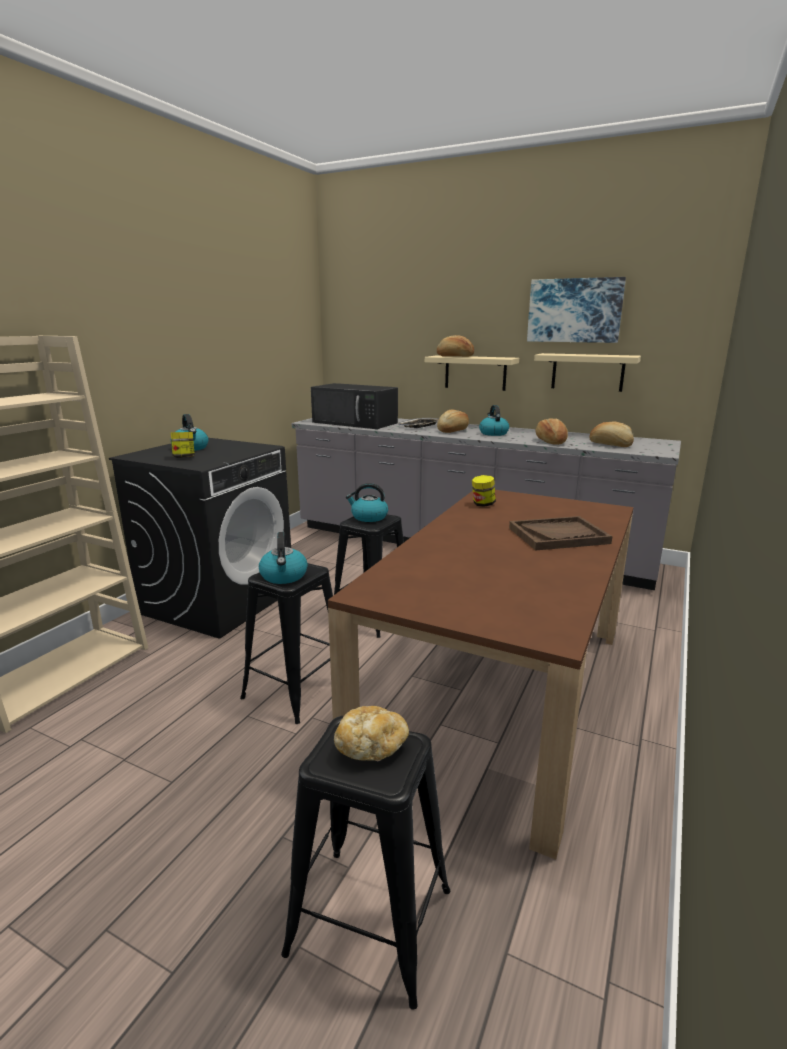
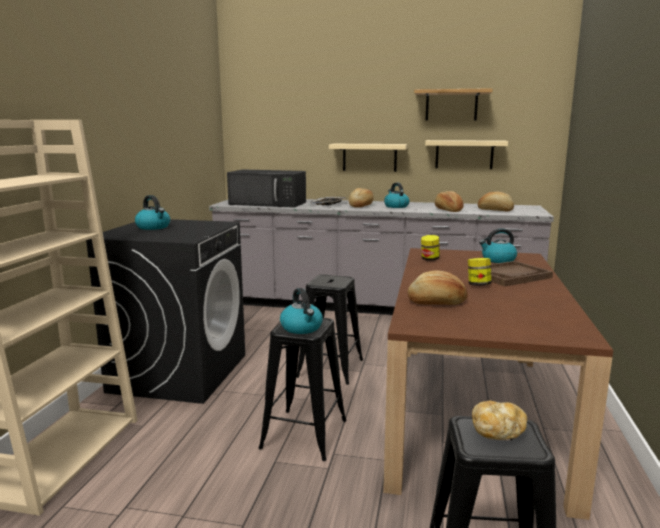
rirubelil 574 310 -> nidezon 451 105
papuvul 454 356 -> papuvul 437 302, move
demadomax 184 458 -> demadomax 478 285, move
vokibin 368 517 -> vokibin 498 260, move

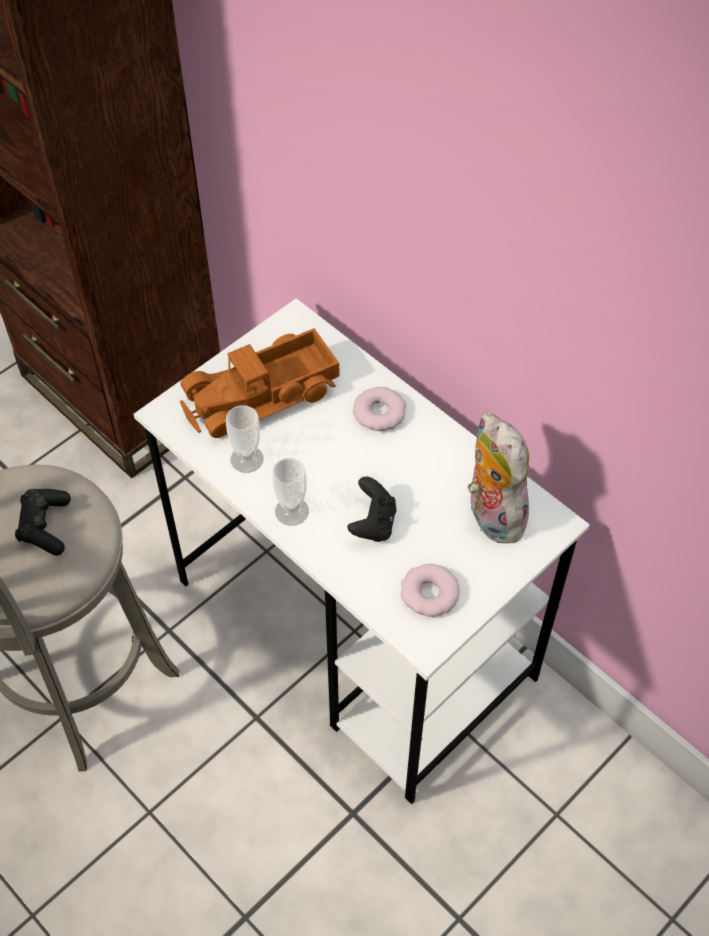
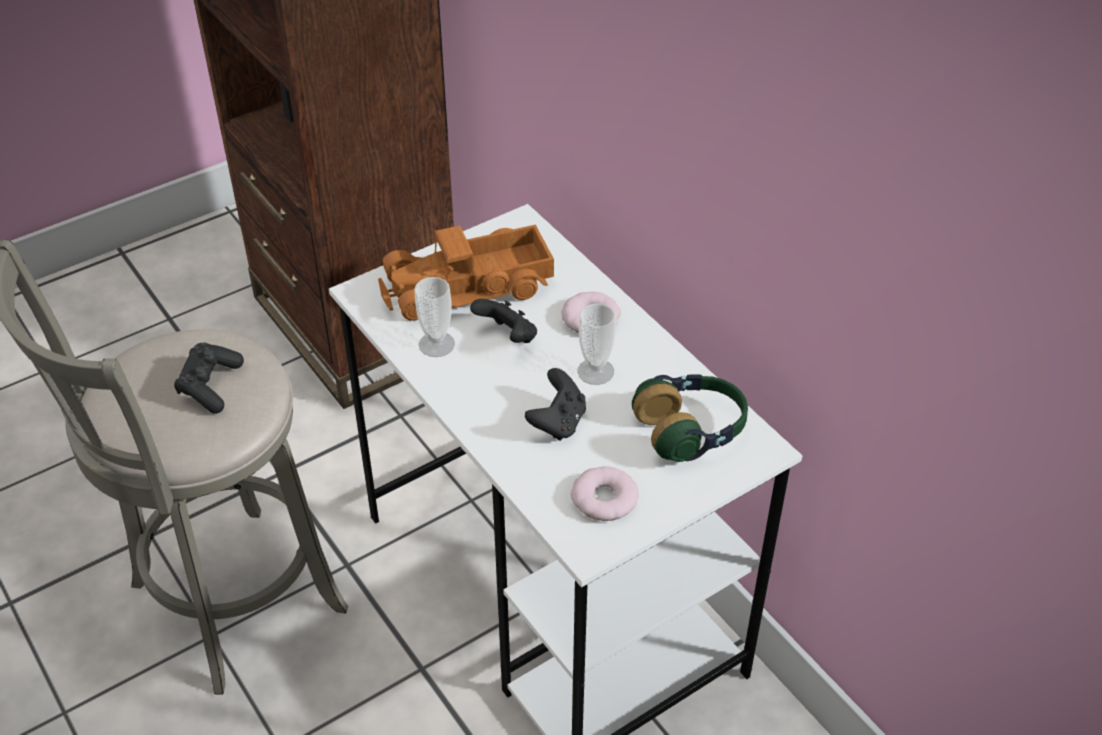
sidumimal 491 514 -> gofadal 691 430
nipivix 292 511 -> nipivix 595 371, move
none -> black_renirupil 507 337

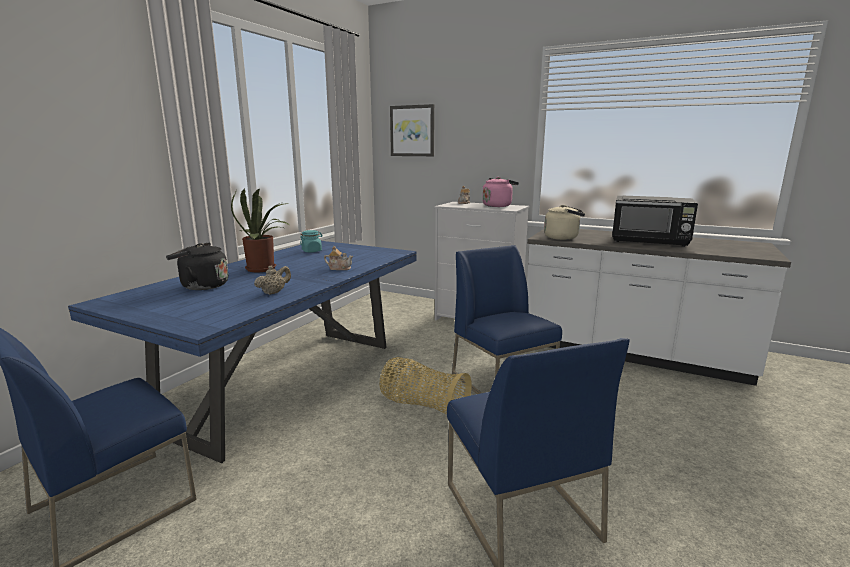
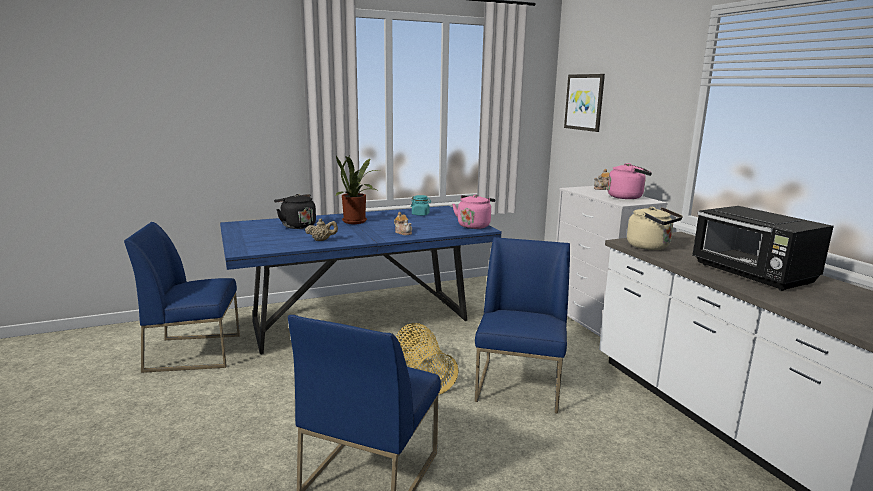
none -> pink_vokibin 474 225

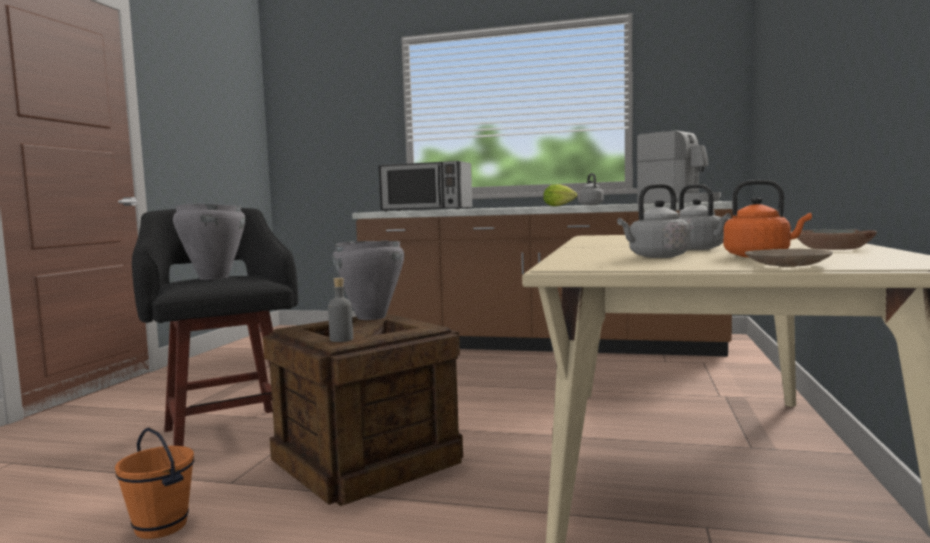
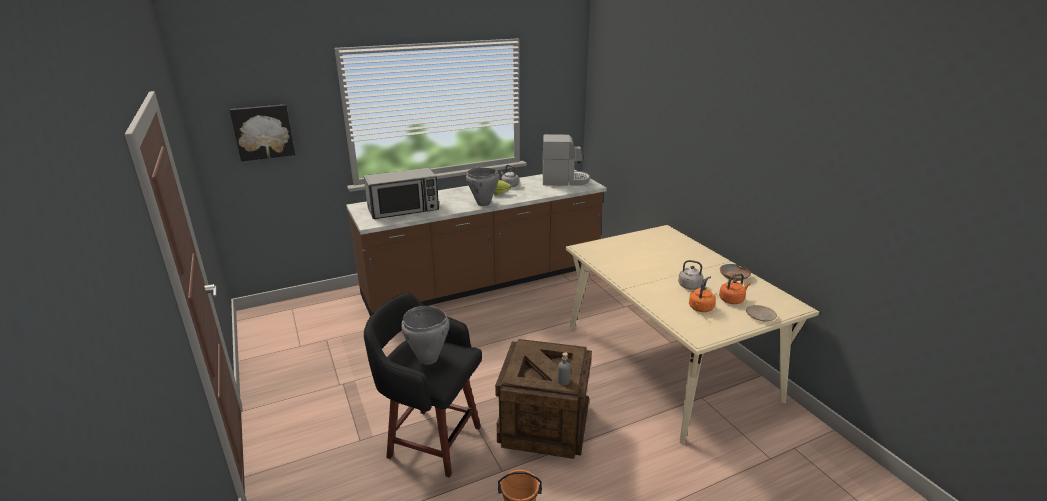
grey_vokibin 656 257 -> orange_vokibin 700 309
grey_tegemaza 371 317 -> grey_tegemaza 483 204, move
none -> rirubelil 263 132

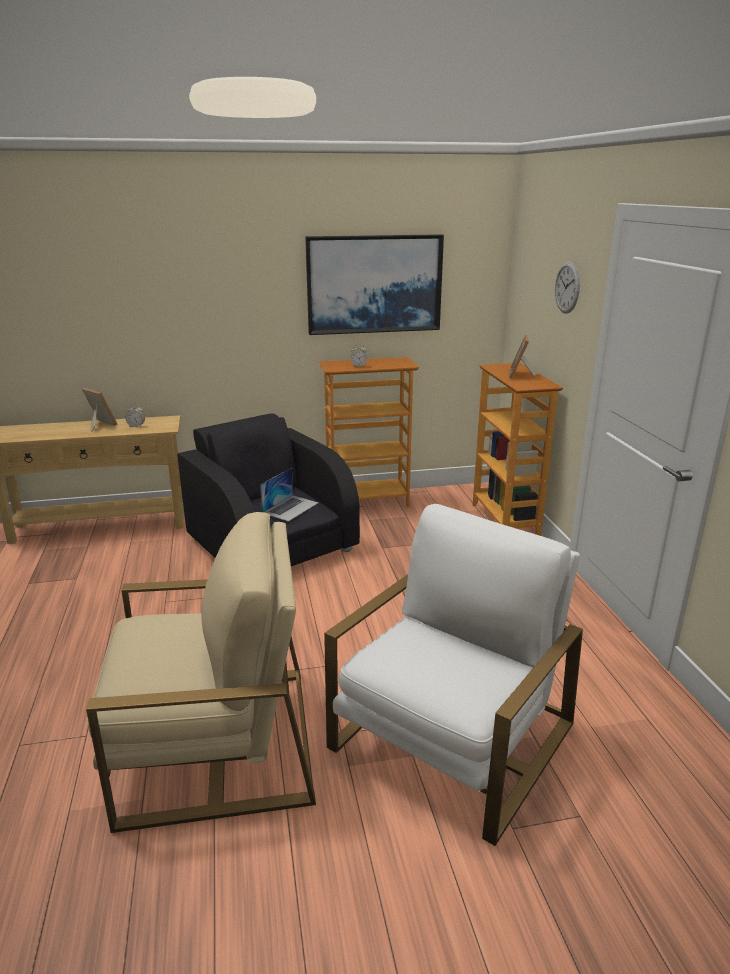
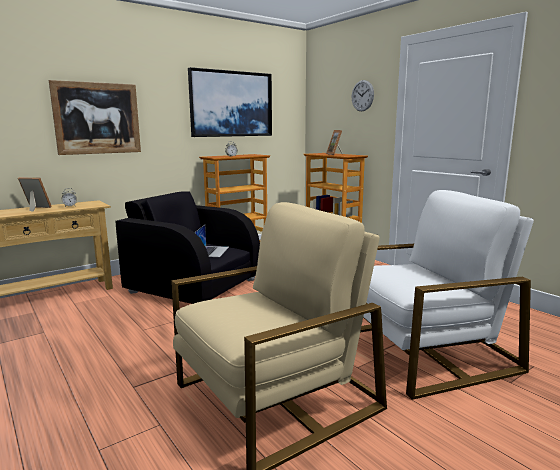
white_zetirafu 452 738 -> white_zetirafu 425 351, 60 degrees clockwise
none -> rirubelil 97 118

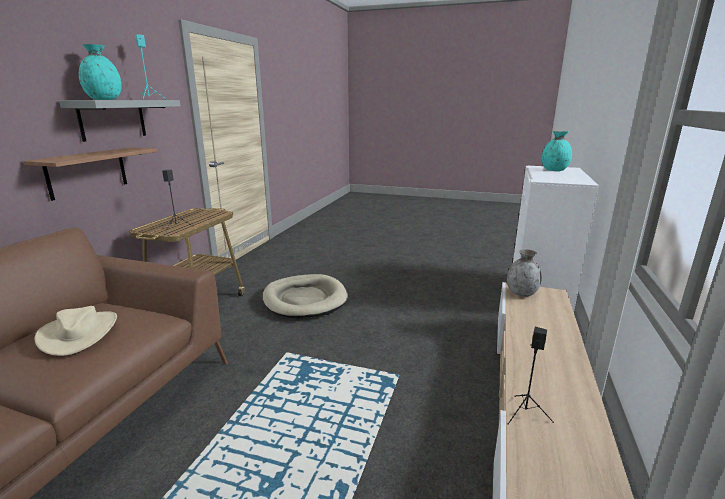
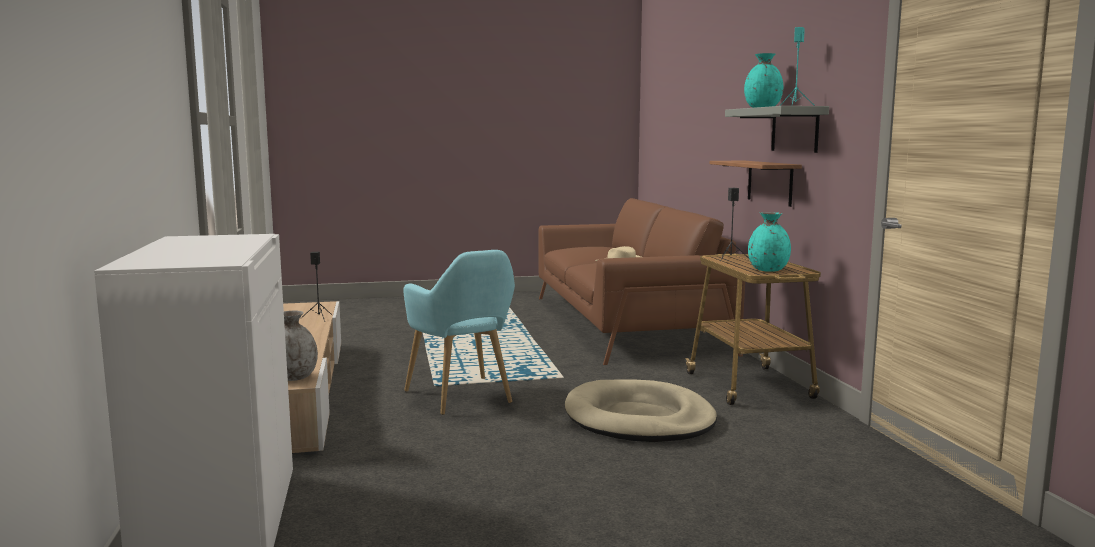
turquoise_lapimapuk 554 170 -> turquoise_lapimapuk 767 270, move
none -> turquoise_zetirafu 463 399

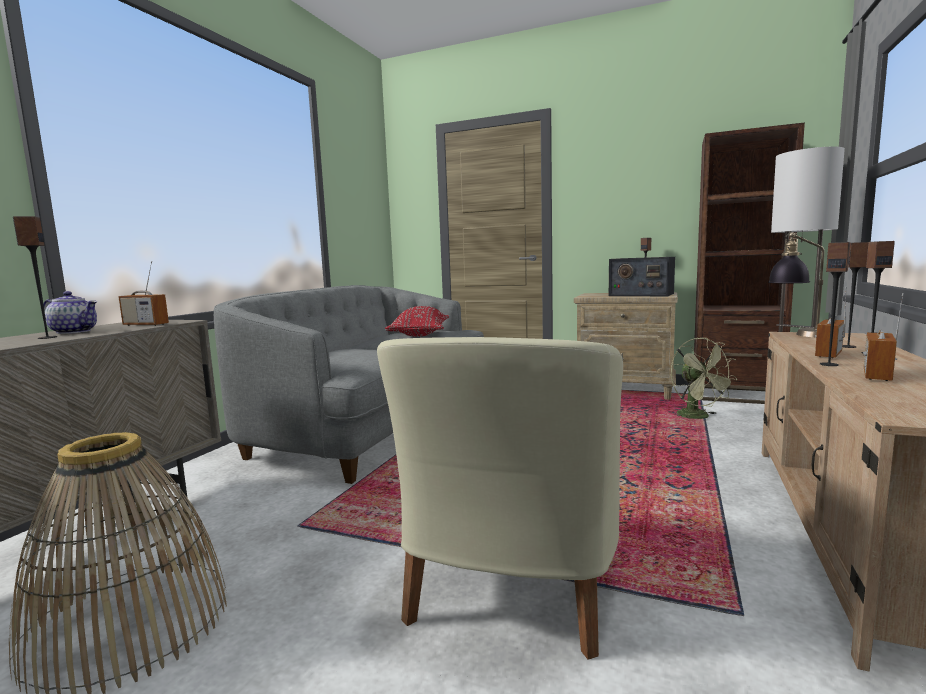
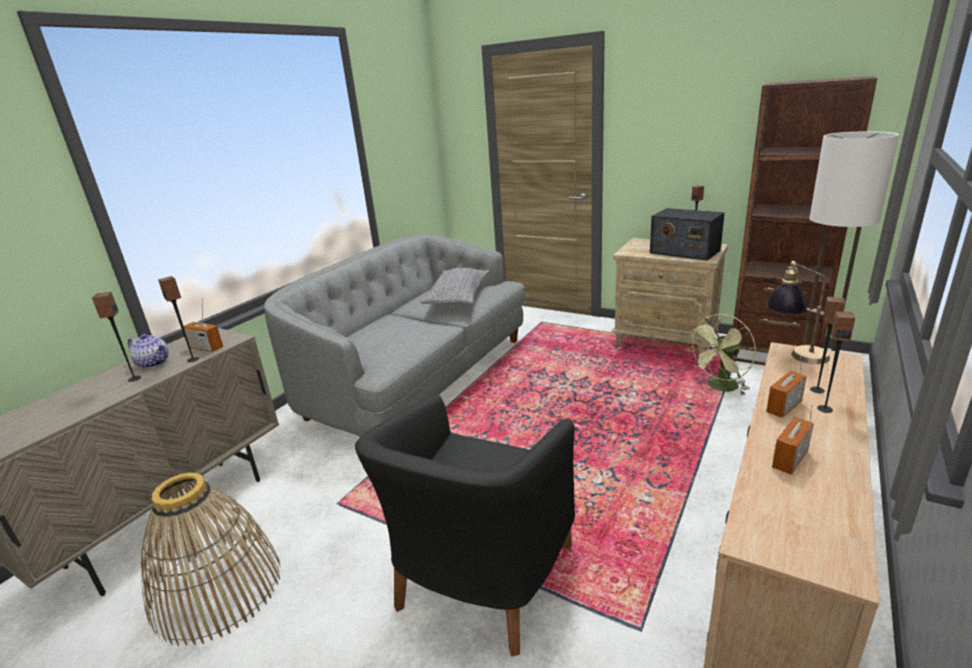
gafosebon 829 364 -> gafosebon 193 359, move
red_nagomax 420 334 -> grey_nagomax 458 297
beige_zetirafu 511 582 -> black_zetirafu 480 579
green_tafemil 698 417 -> green_tafemil 719 388, 60 degrees clockwise

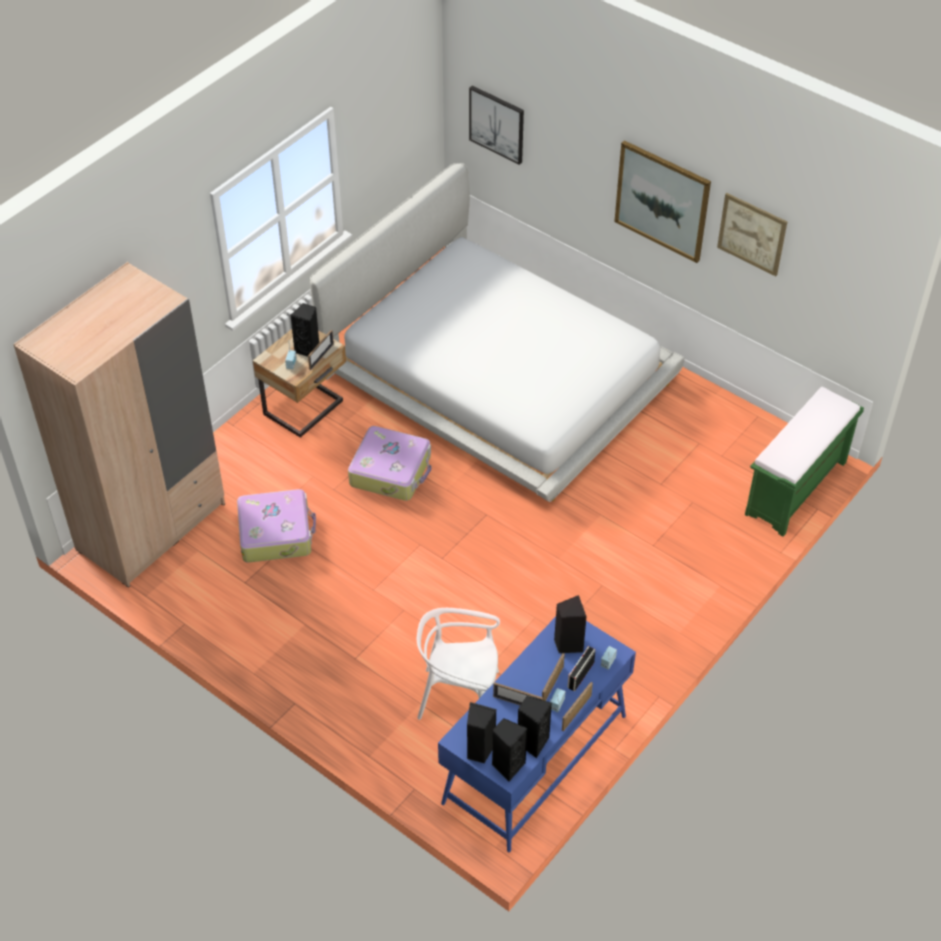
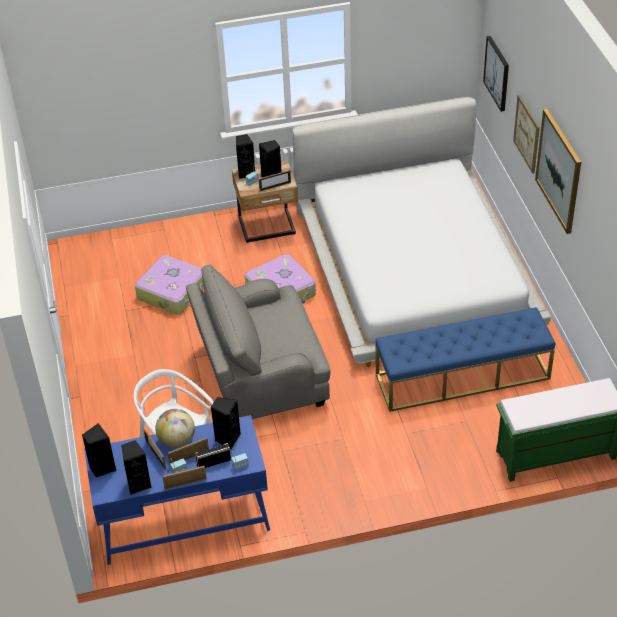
rirubelil 752 234 -> rirubelil 527 134, move
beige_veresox 151 526 -> none
black_gafosebon 507 765 -> black_gafosebon 246 173, move
none -> grey_zetirafu 260 375
none -> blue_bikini 462 376
none -> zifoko 177 440

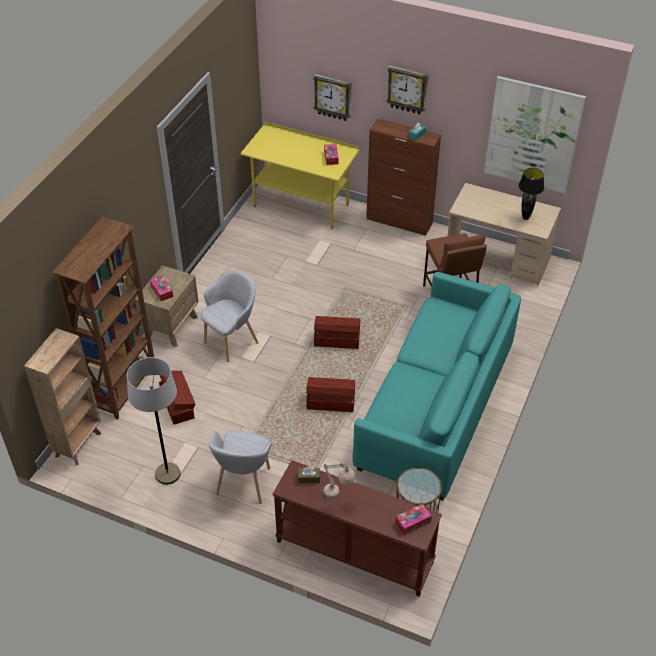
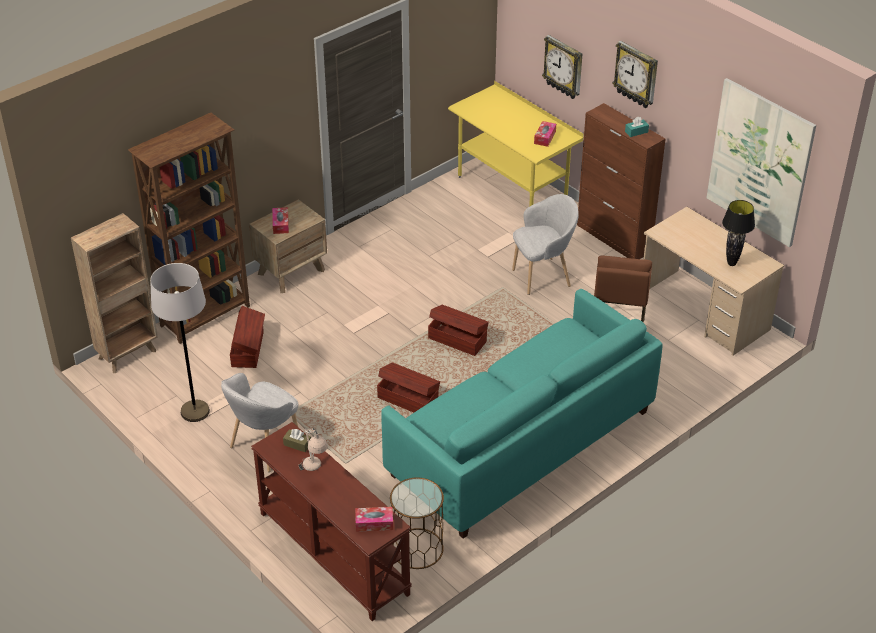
grey_zetirafu 232 341 -> grey_zetirafu 543 276, move

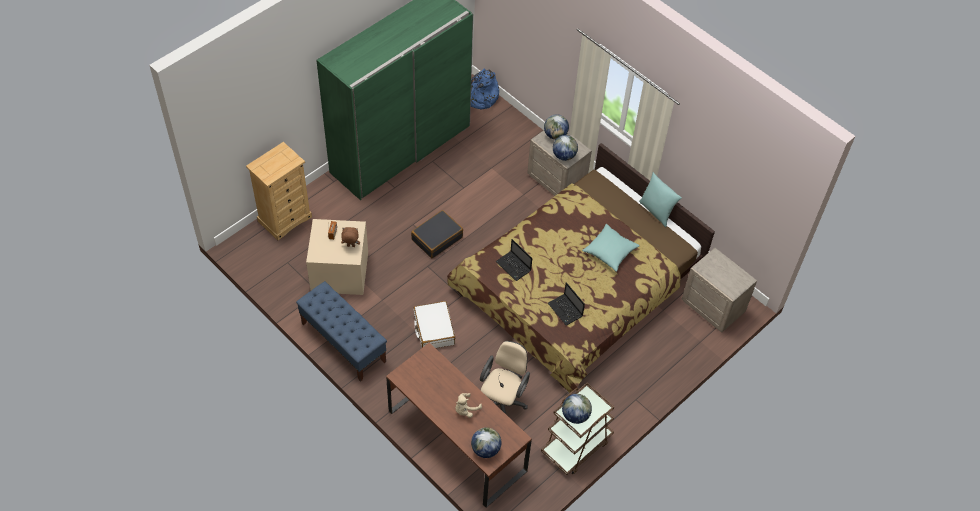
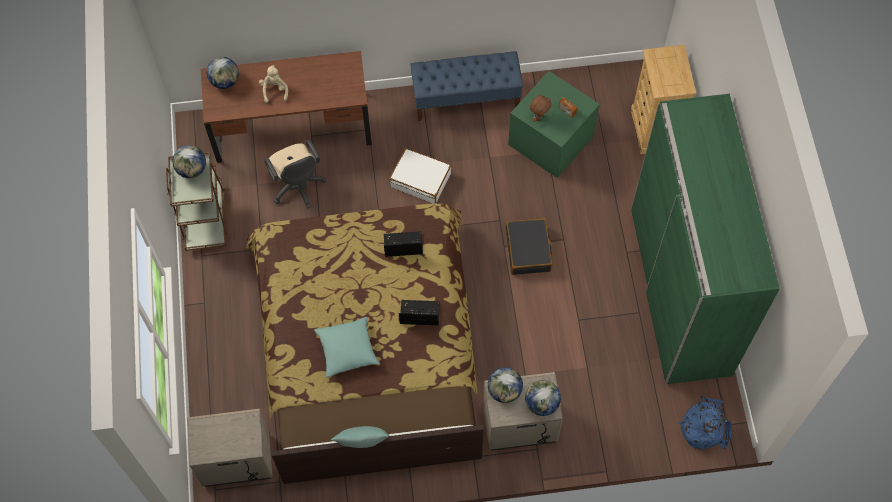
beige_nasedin 339 271 -> green_nasedin 552 140
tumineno 565 310 -> tumineno 418 314, move

